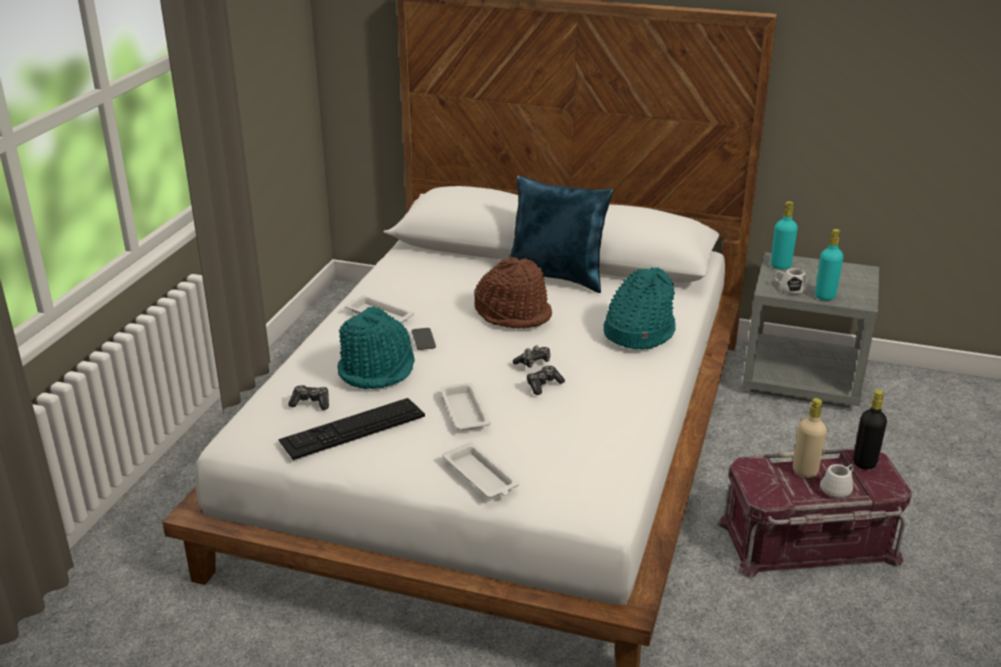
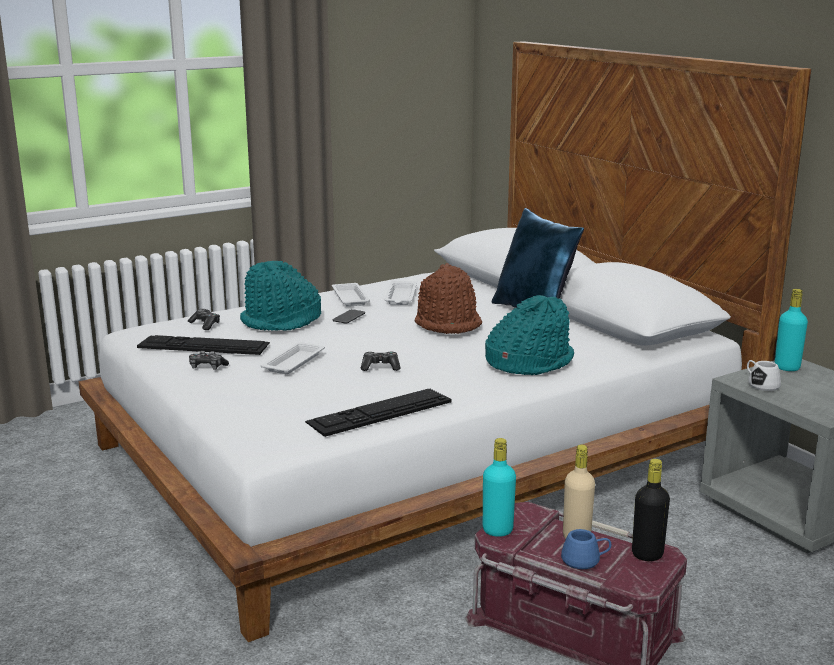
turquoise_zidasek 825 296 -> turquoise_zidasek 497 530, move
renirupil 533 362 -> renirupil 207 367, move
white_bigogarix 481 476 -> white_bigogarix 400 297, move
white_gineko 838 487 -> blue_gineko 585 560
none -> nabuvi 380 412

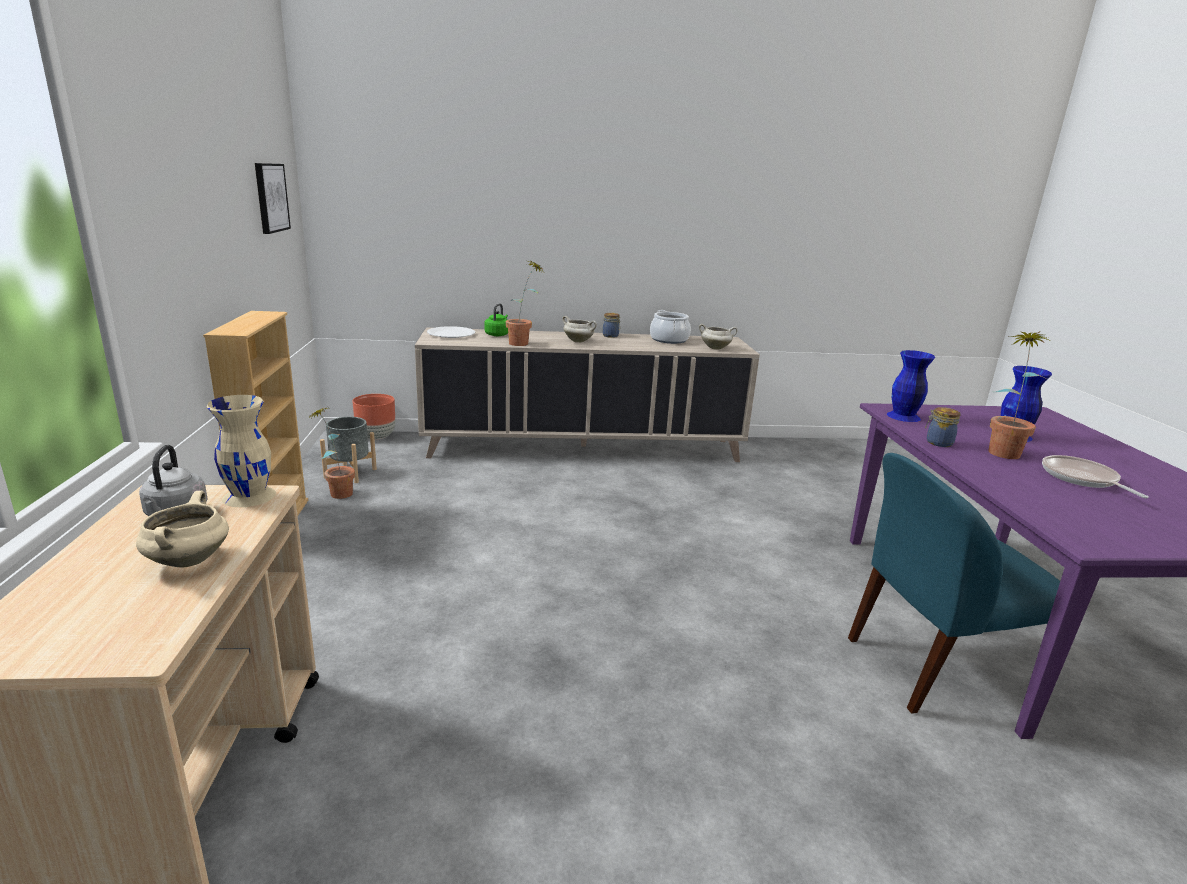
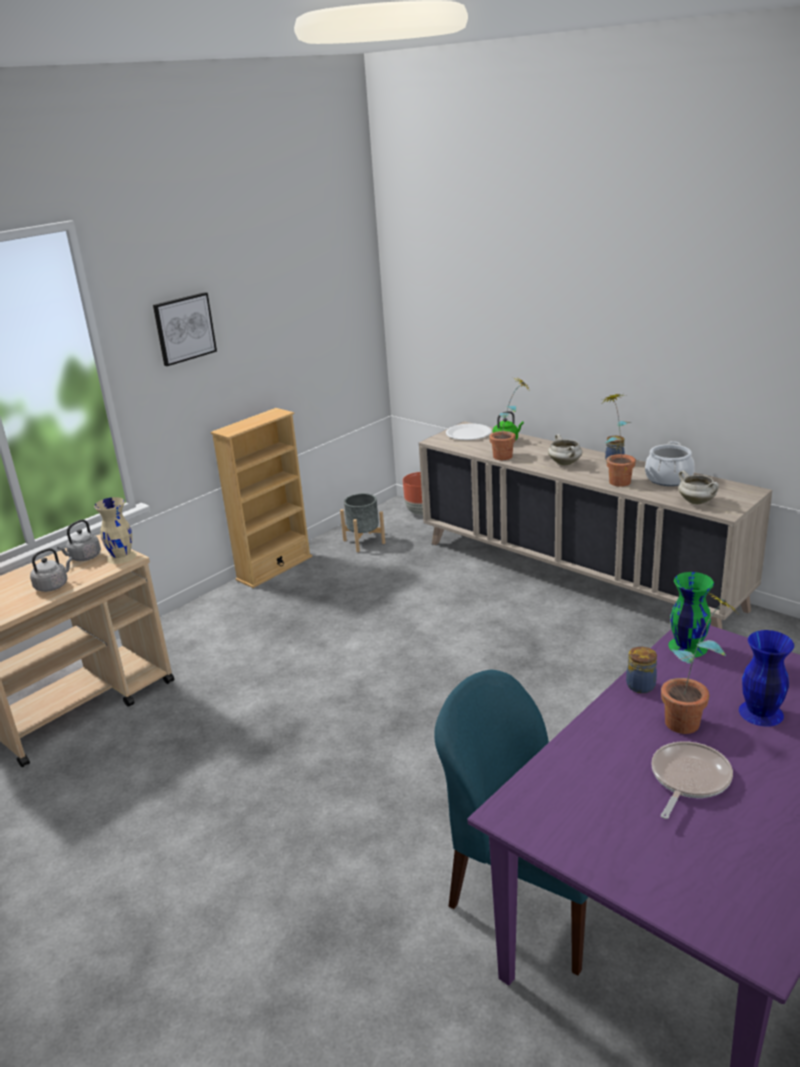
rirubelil 270 197 -> rirubelil 184 328, move
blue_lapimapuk 902 416 -> green_lapimapuk 687 646
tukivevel 336 492 -> tukivevel 616 479, move
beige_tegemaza 188 560 -> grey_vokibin 53 585

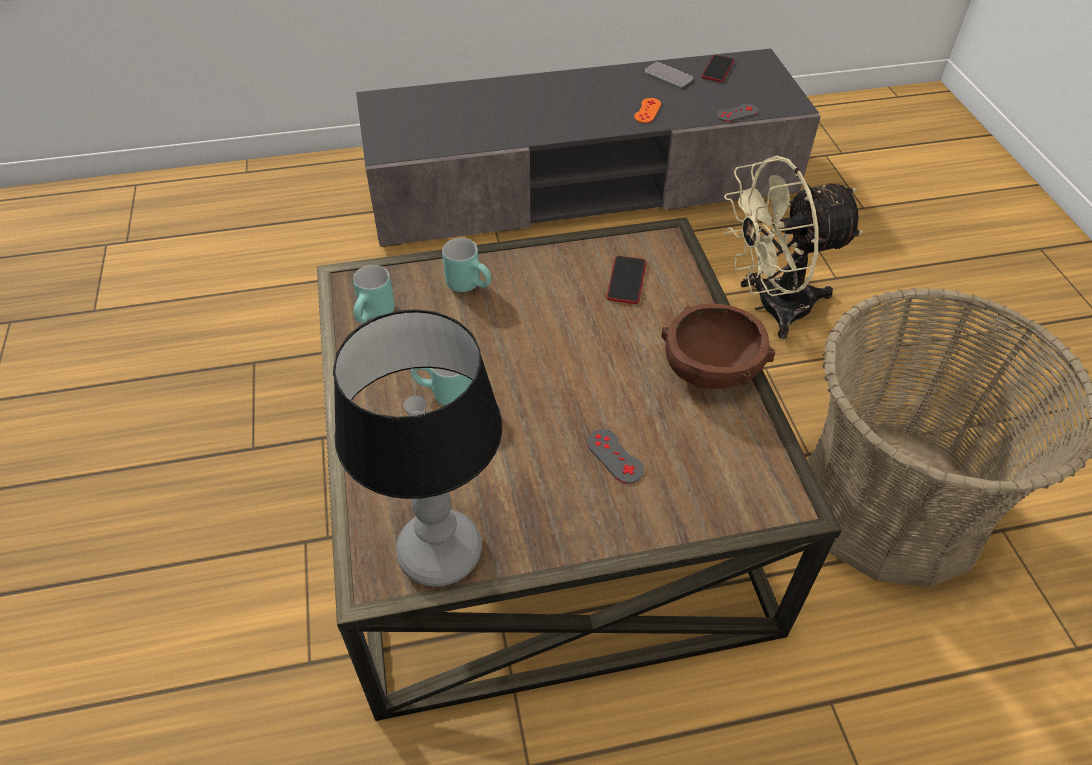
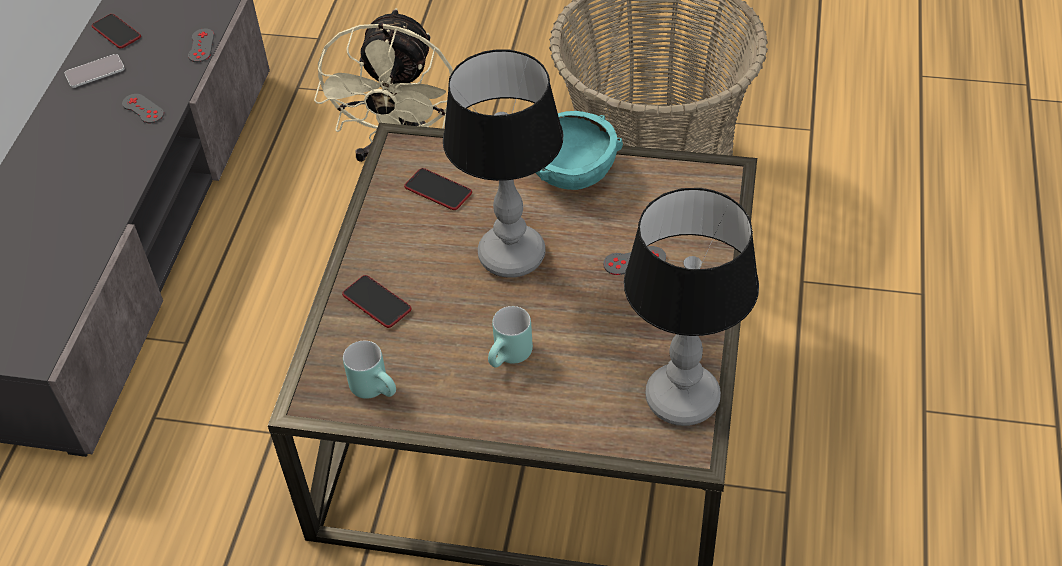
orange_renirupil 647 111 -> grey_renirupil 143 109
turquoise_gineko 471 284 -> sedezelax 377 302
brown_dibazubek 712 368 -> turquoise_dibazubek 573 170
none -> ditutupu 511 254

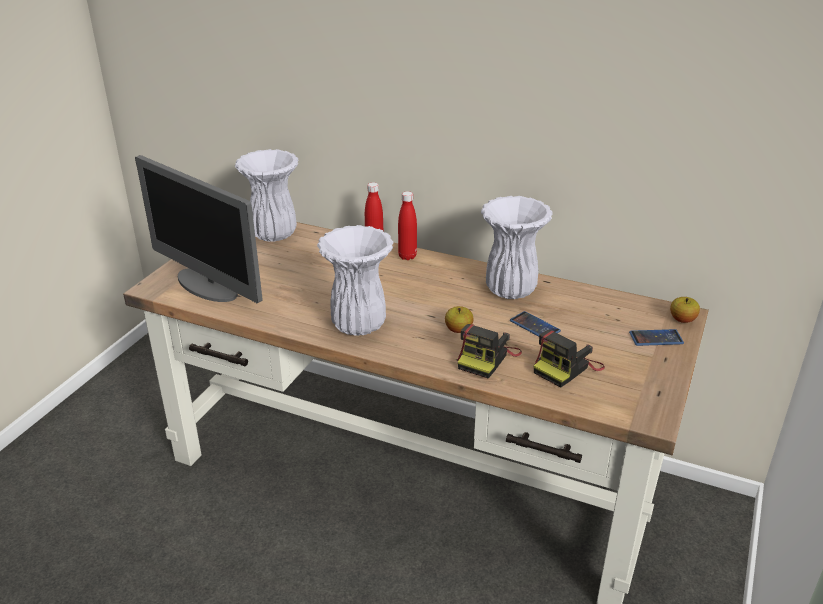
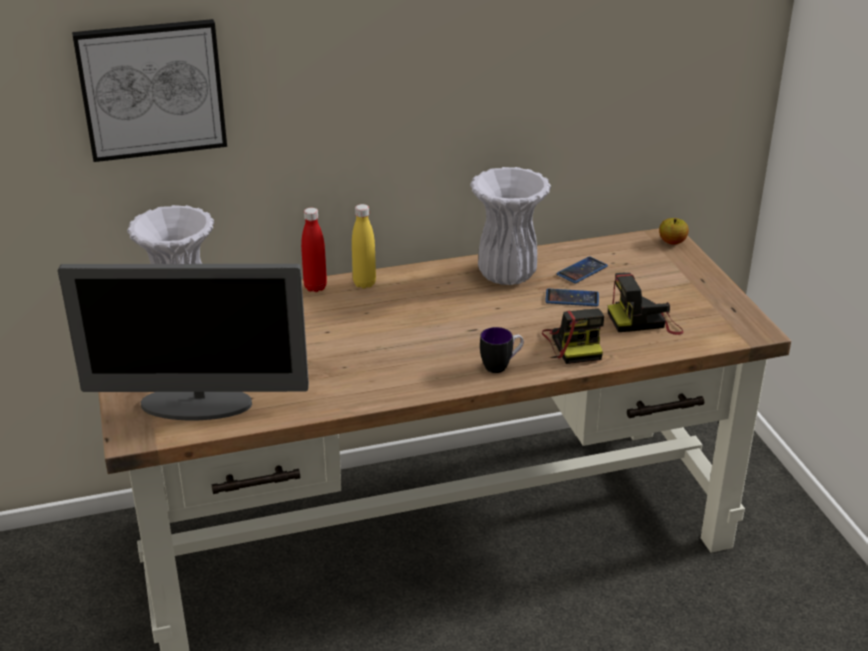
red_zidasek 407 256 -> yellow_zidasek 364 283
white_lapimapuk 358 326 -> none
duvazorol 458 330 -> none
sedezelax 656 338 -> sedezelax 582 271, move
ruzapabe 566 368 -> ruzapabe 645 321, 75 degrees clockwise
none -> rirubelil 152 89
none -> gineko 501 366

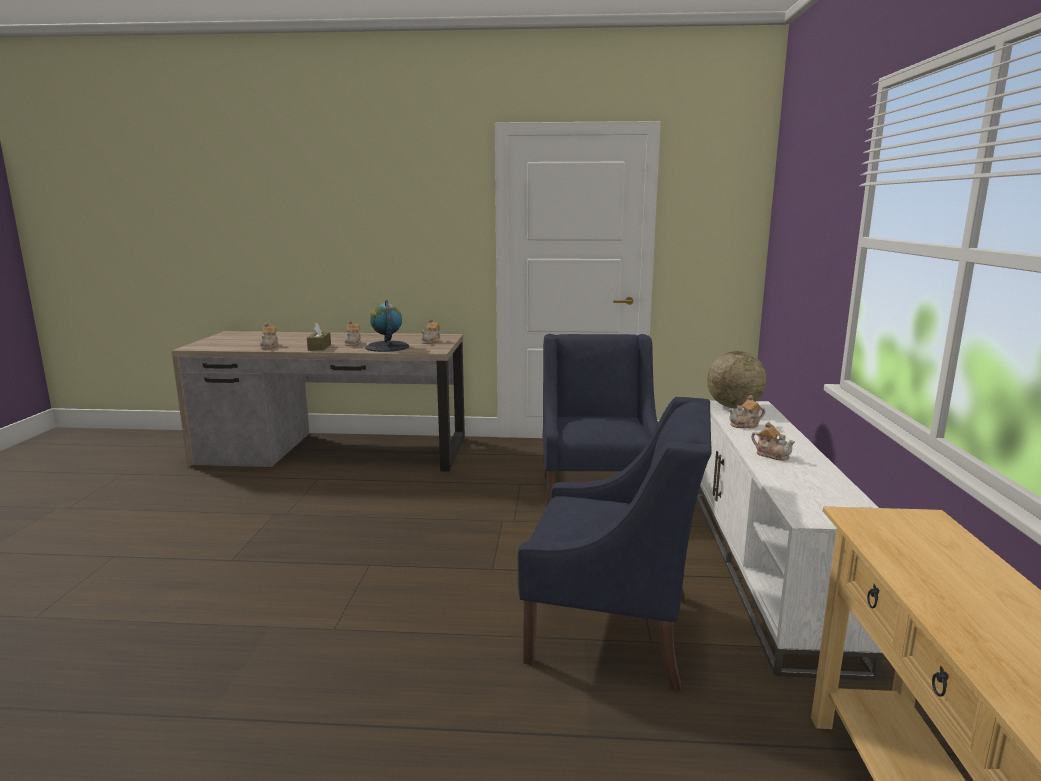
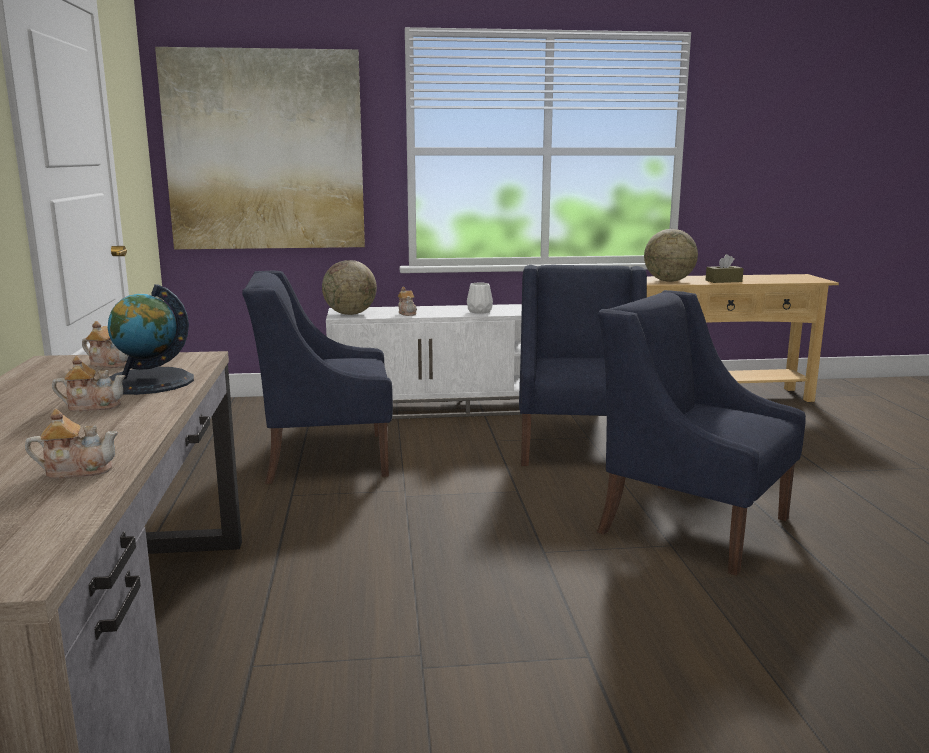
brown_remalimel 319 347 -> brown_remalimel 723 281, move
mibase 772 455 -> white_lapimapuk 478 311
none -> rirubelil 265 151
none -> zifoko 668 281
none -> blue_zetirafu 692 524

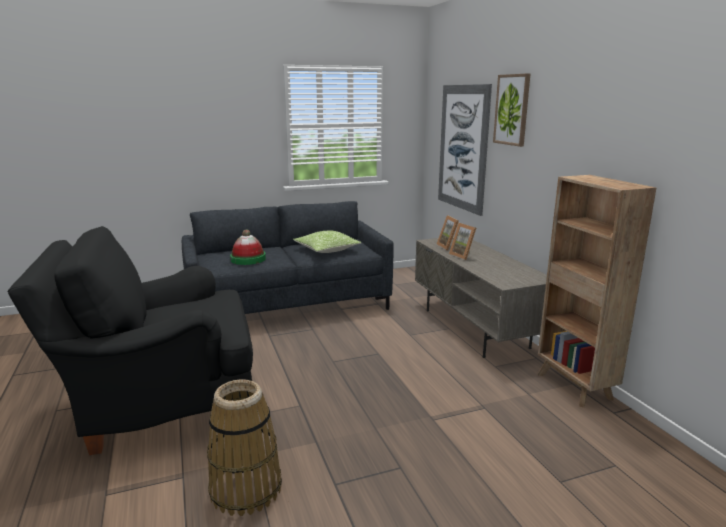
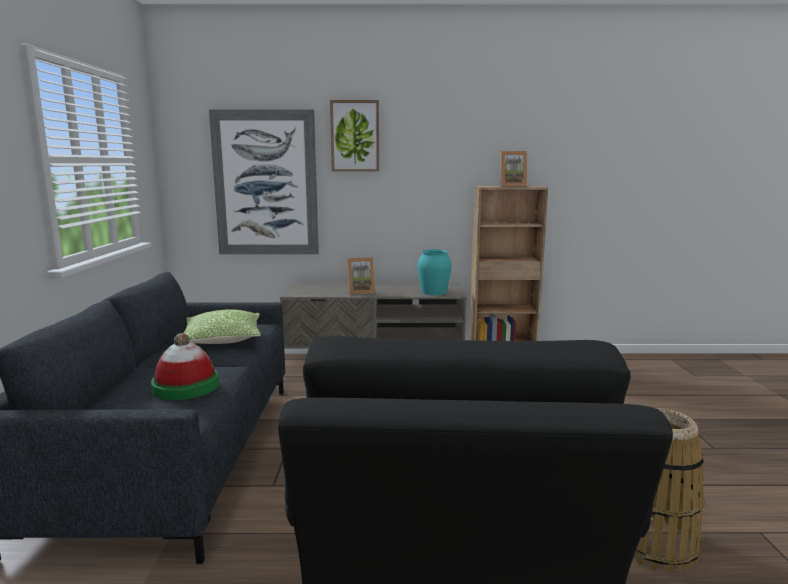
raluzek 449 246 -> raluzek 512 186, move
none -> turquoise_lapimapuk 434 292

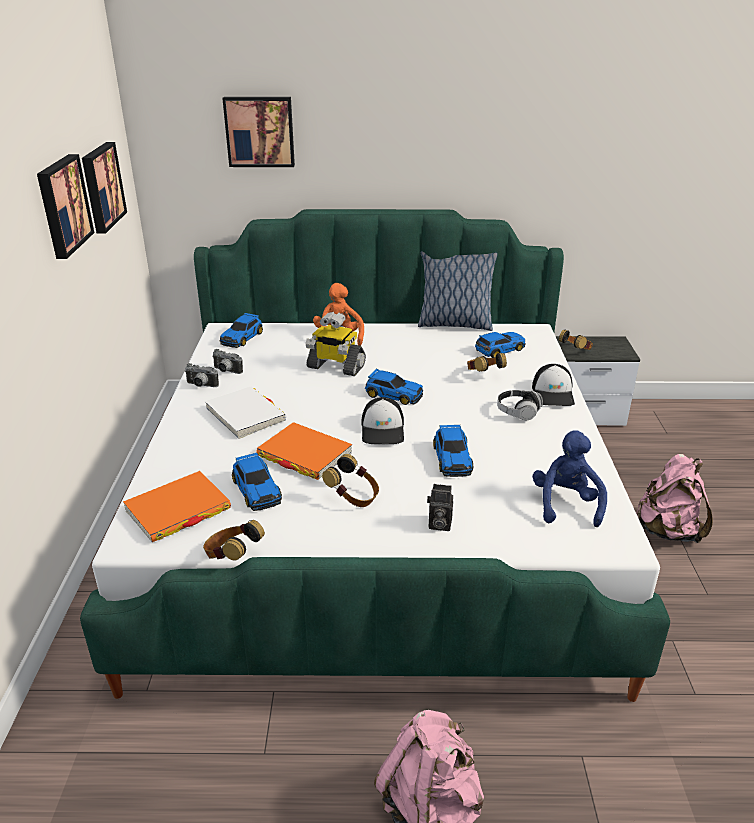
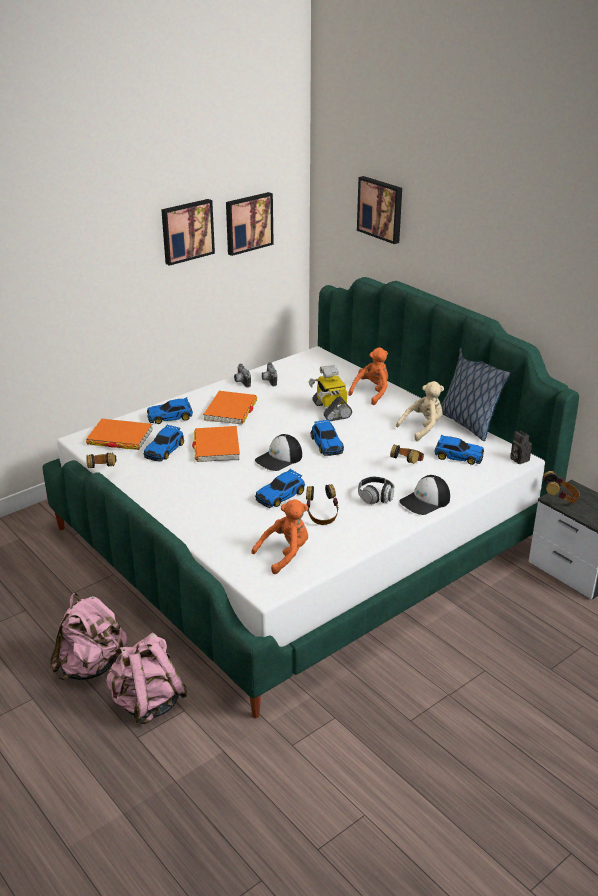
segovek 242 337 -> segovek 171 417, move
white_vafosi 245 415 -> orange_vafosi 230 410
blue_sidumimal 566 504 -> orange_sidumimal 285 554
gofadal 353 497 -> gofadal 322 516, move
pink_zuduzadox 667 530 -> pink_zuduzadox 147 703, move
ruzapabe 438 524 -> ruzapabe 518 459, move
none -> beige_sidumimal 423 428

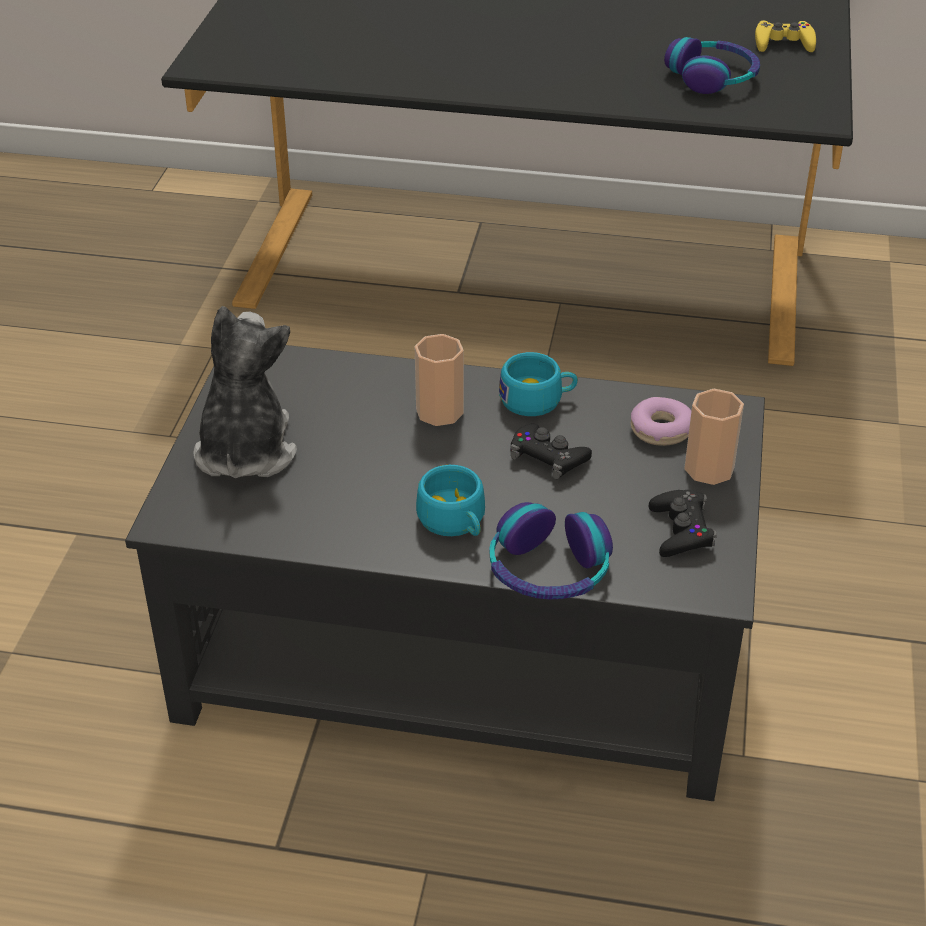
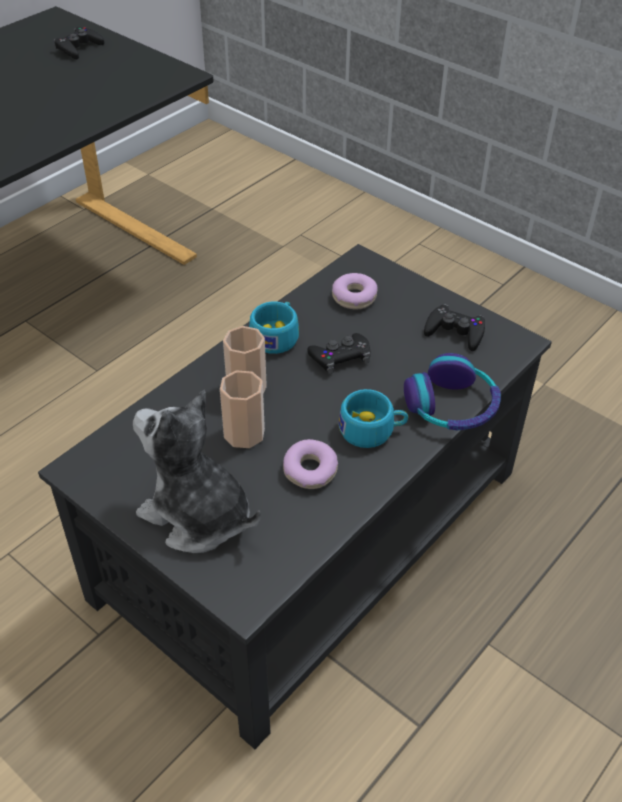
yellow_renirupil 783 43 -> black_renirupil 79 48
gofadal 712 78 -> none
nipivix 709 469 -> nipivix 244 433, move
none -> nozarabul 310 470

